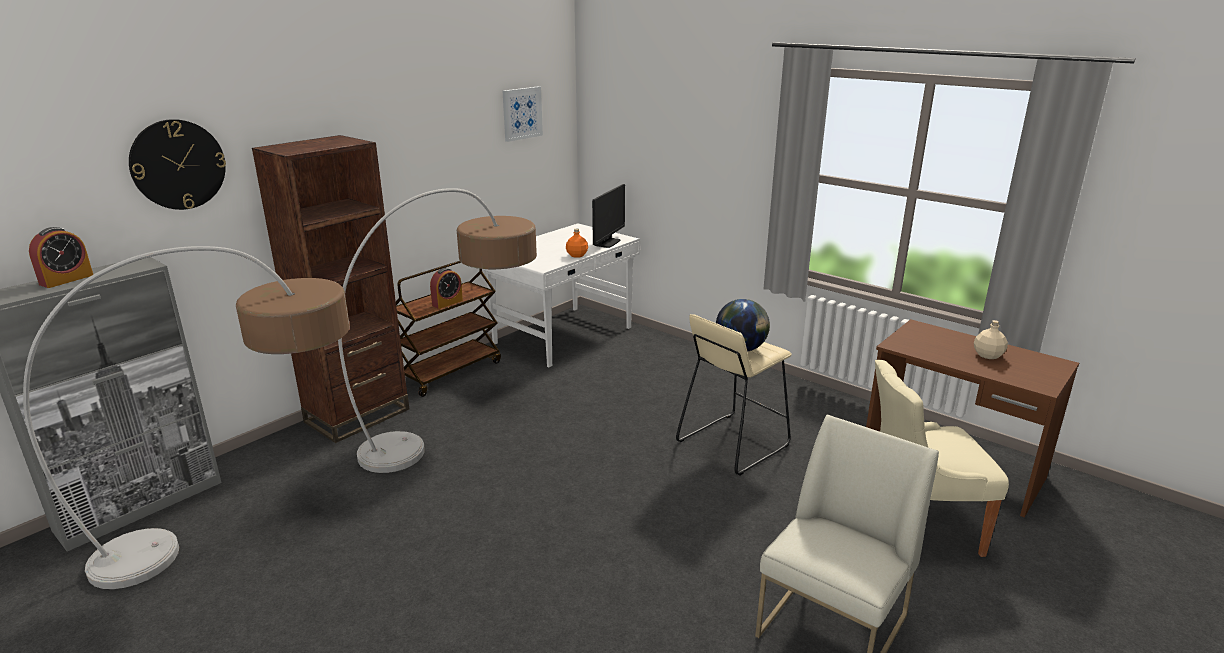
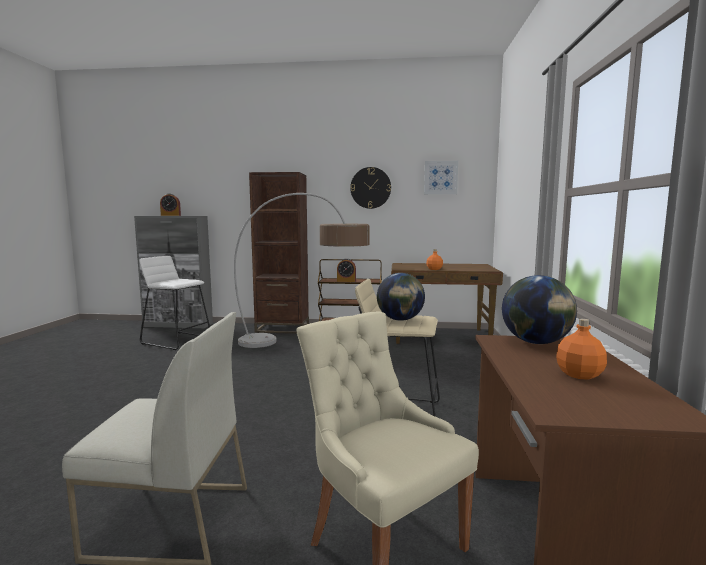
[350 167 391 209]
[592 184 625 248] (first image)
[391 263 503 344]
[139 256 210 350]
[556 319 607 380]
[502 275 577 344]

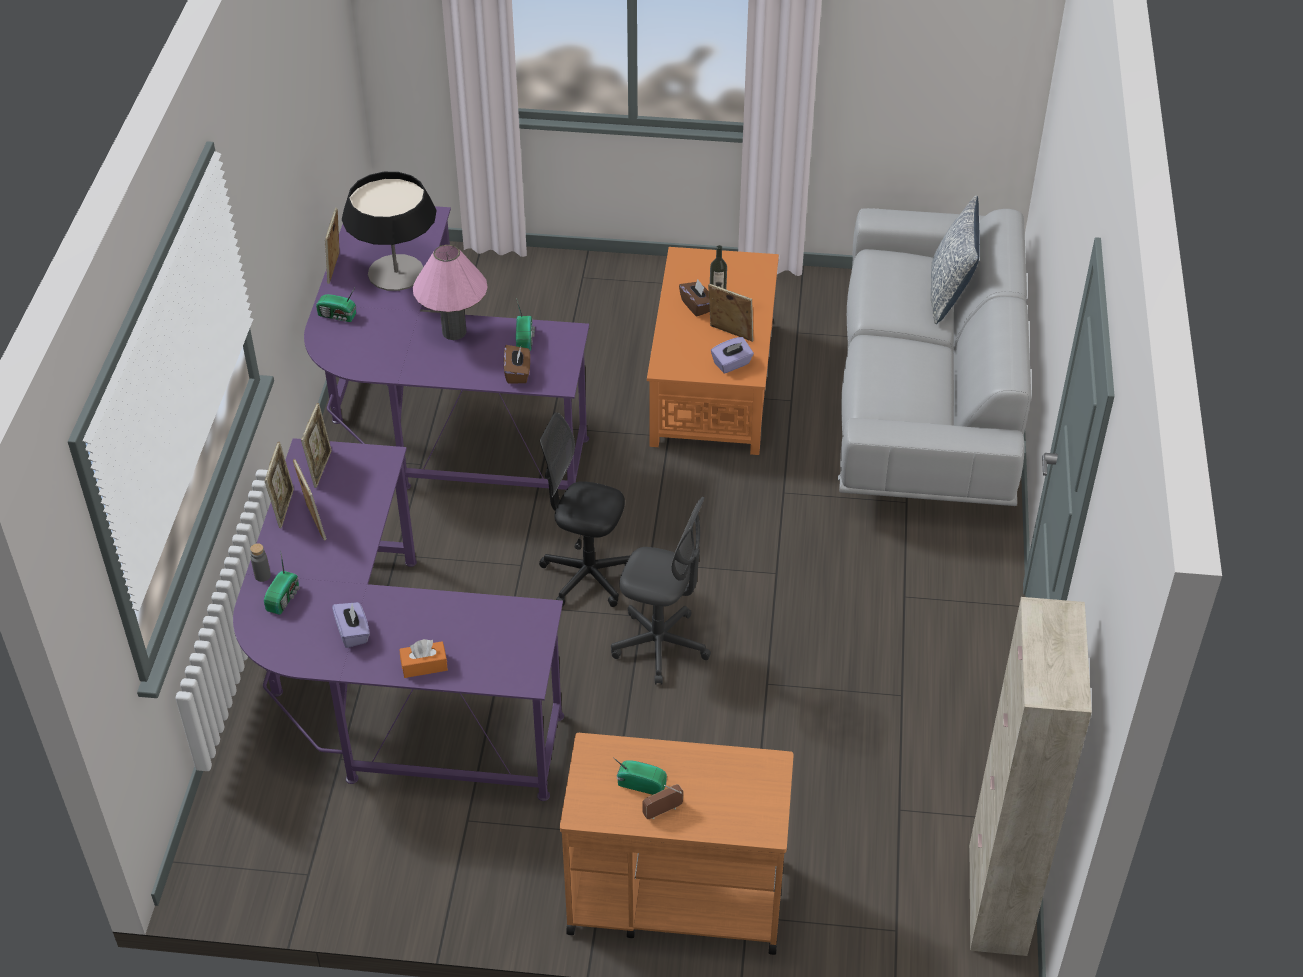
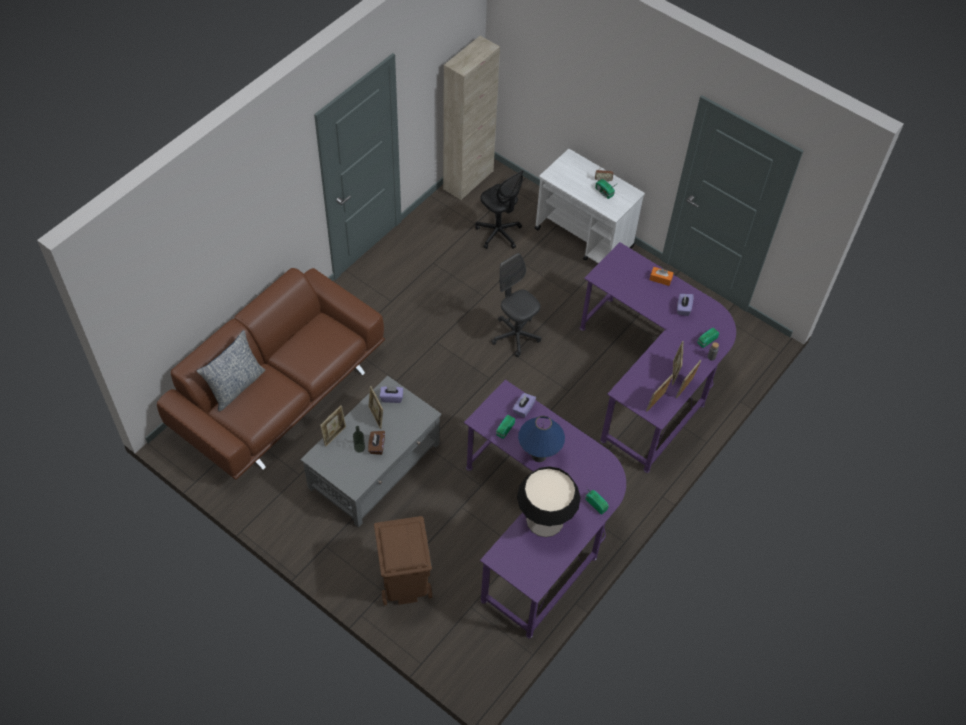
[320 405 346 447]
[157 268 385 480]
[518 416 565 462]
[300 376 442 527]
[513 393 536 418]
[475 170 524 249]
[535 149 645 264]
[374 516 432 606]

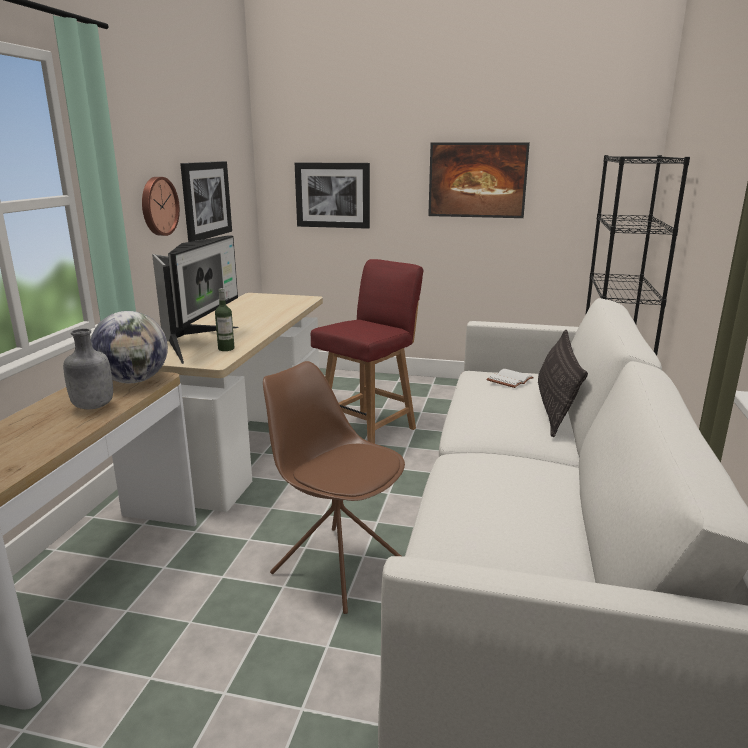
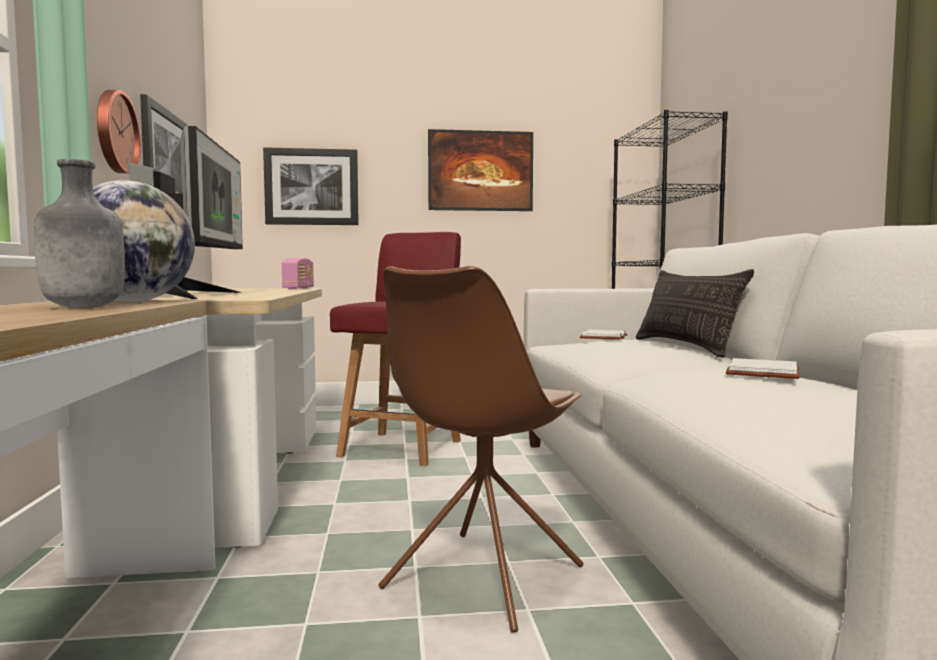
[215 288 235 351] (first image)
[379 266 584 633]
[282 258 314 289]
[726 358 800 379]

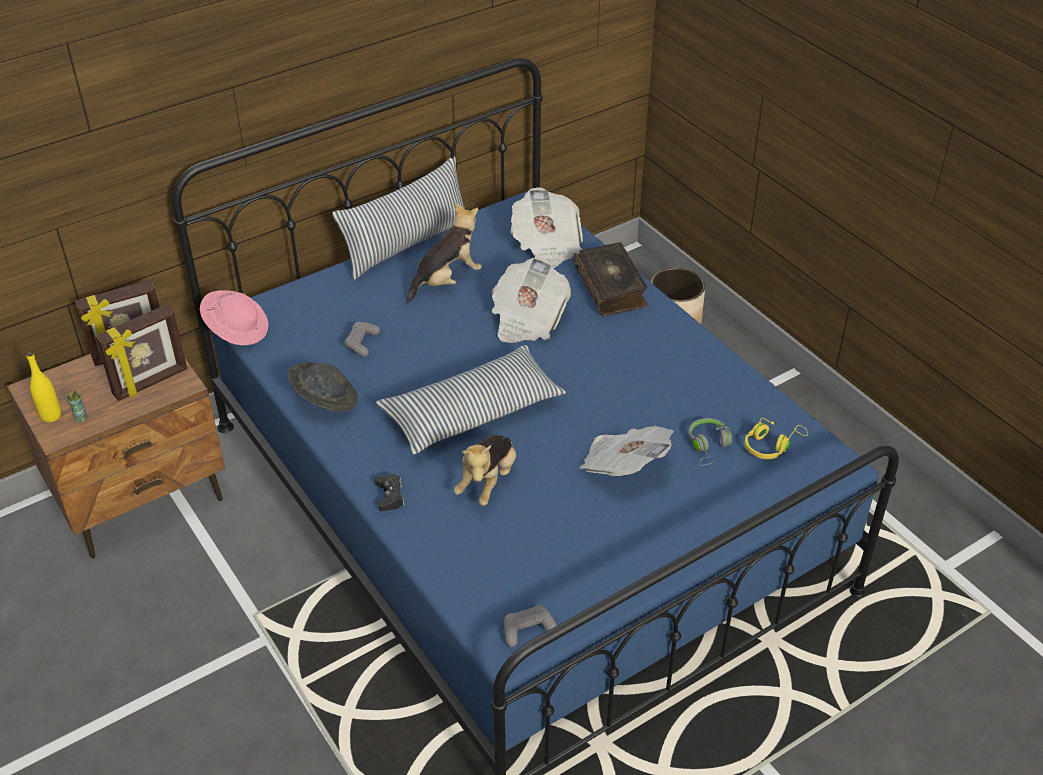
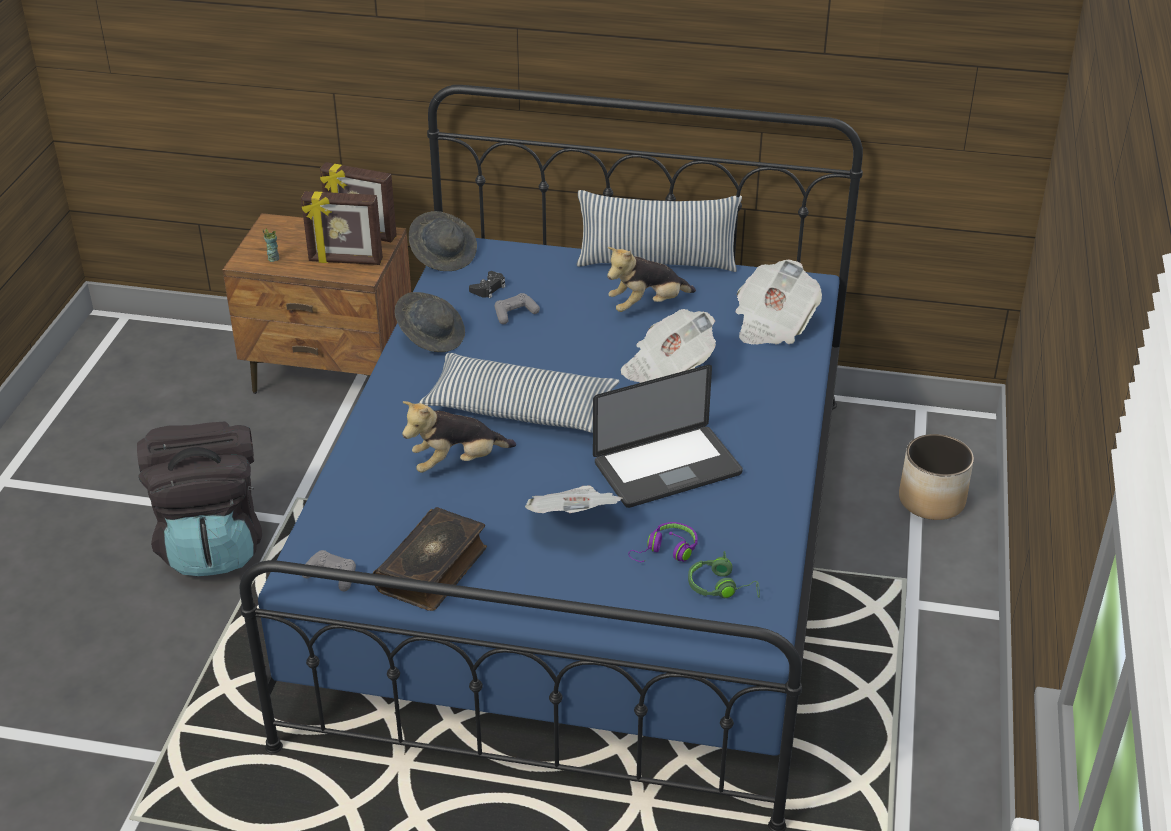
[607 247 696 312]
[373 507 487 611]
[409 211 477 271]
[27 352 61 422] (first image)
[628 522 698 562]
[688 551 760 598]
[469 271 506 298]
[593 365 743 508]
[137 422 262 576]

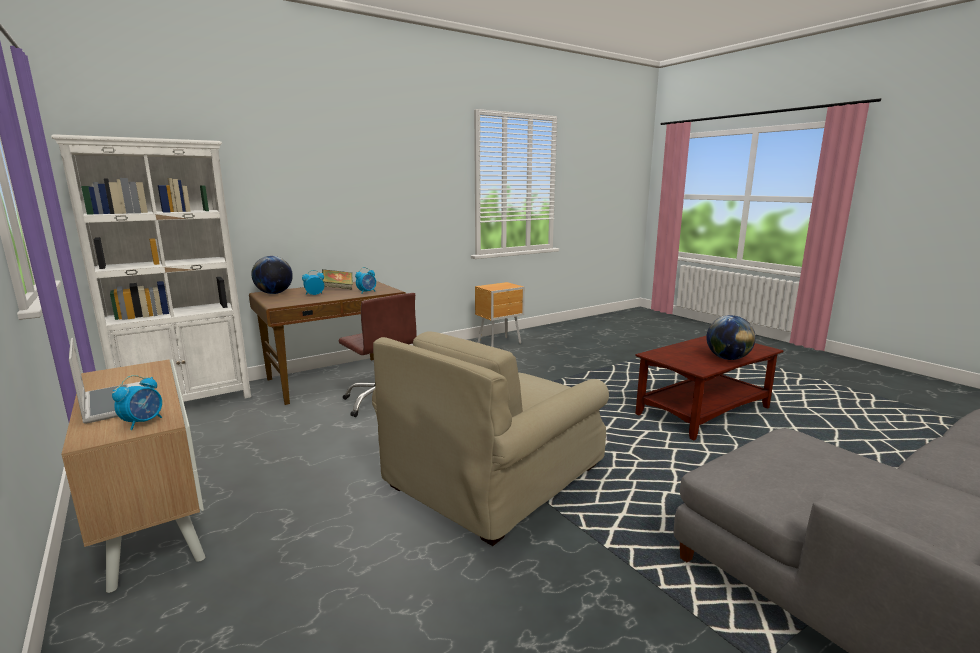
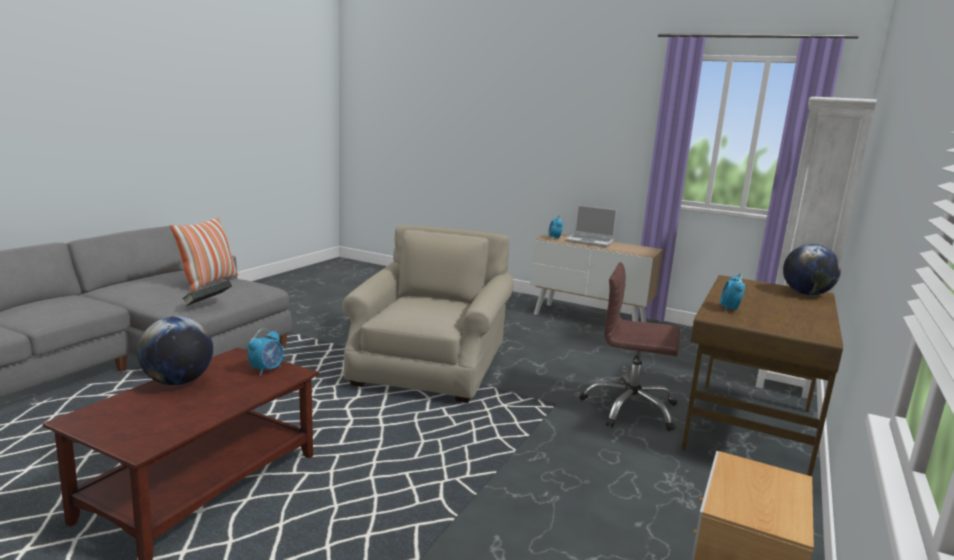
[182 280 232 306]
[248 329 283 376]
[170 217 238 292]

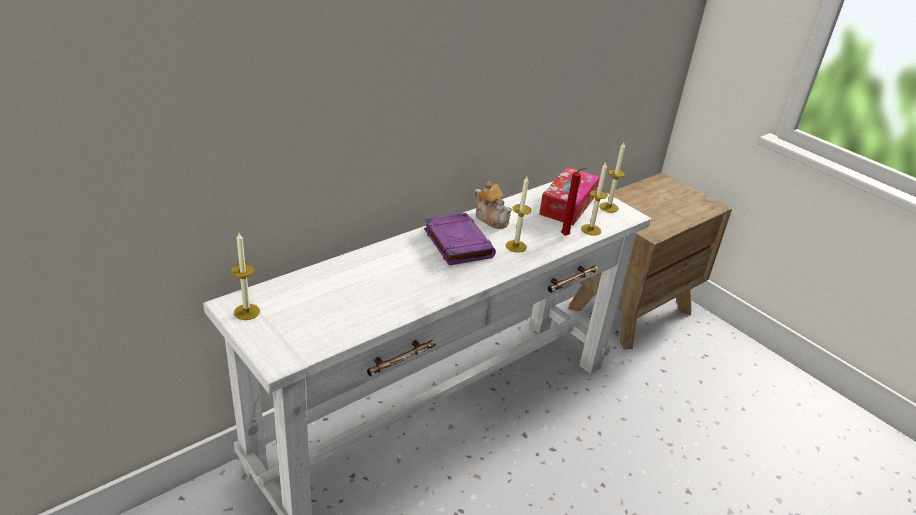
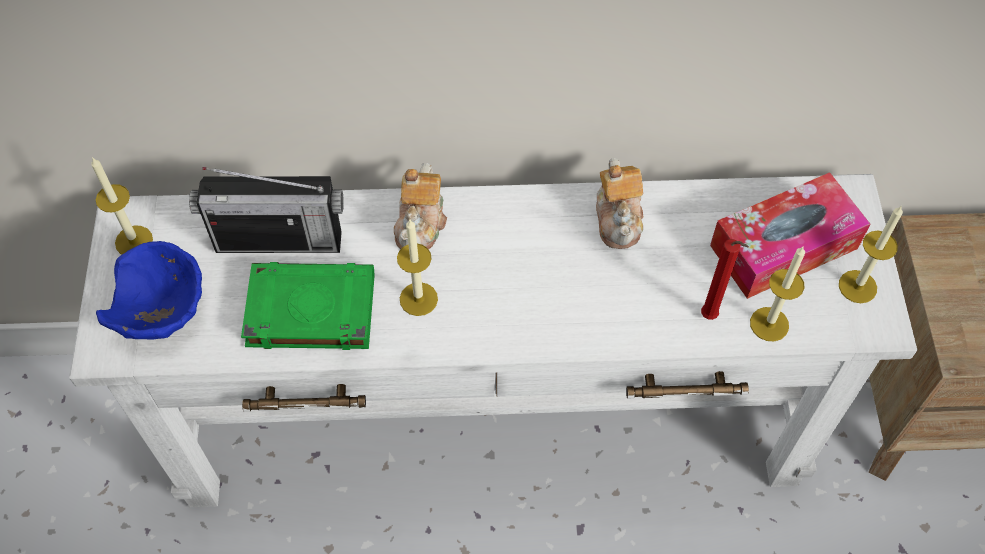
[397 220 438 316]
[424 213 496 266] (first image)
[394 163 447 249]
[189 167 344 253]
[96 241 202 340]
[241 262 374 350]

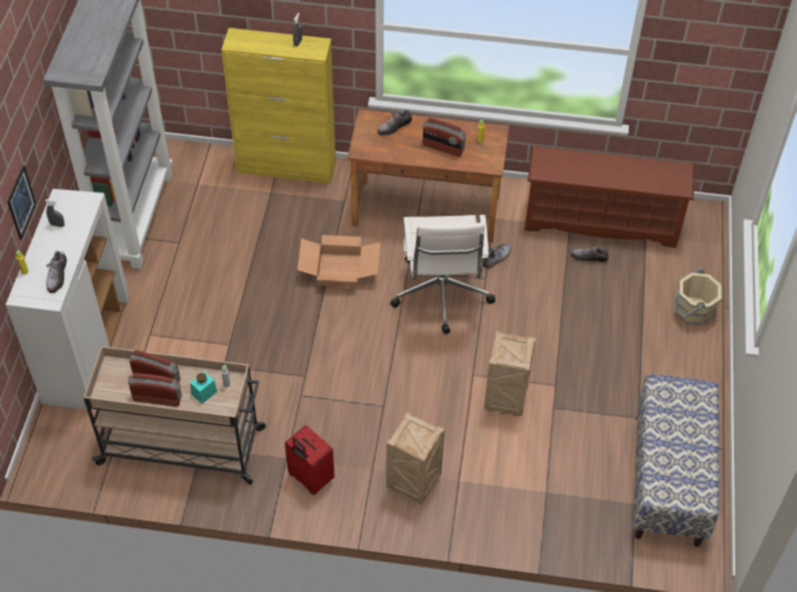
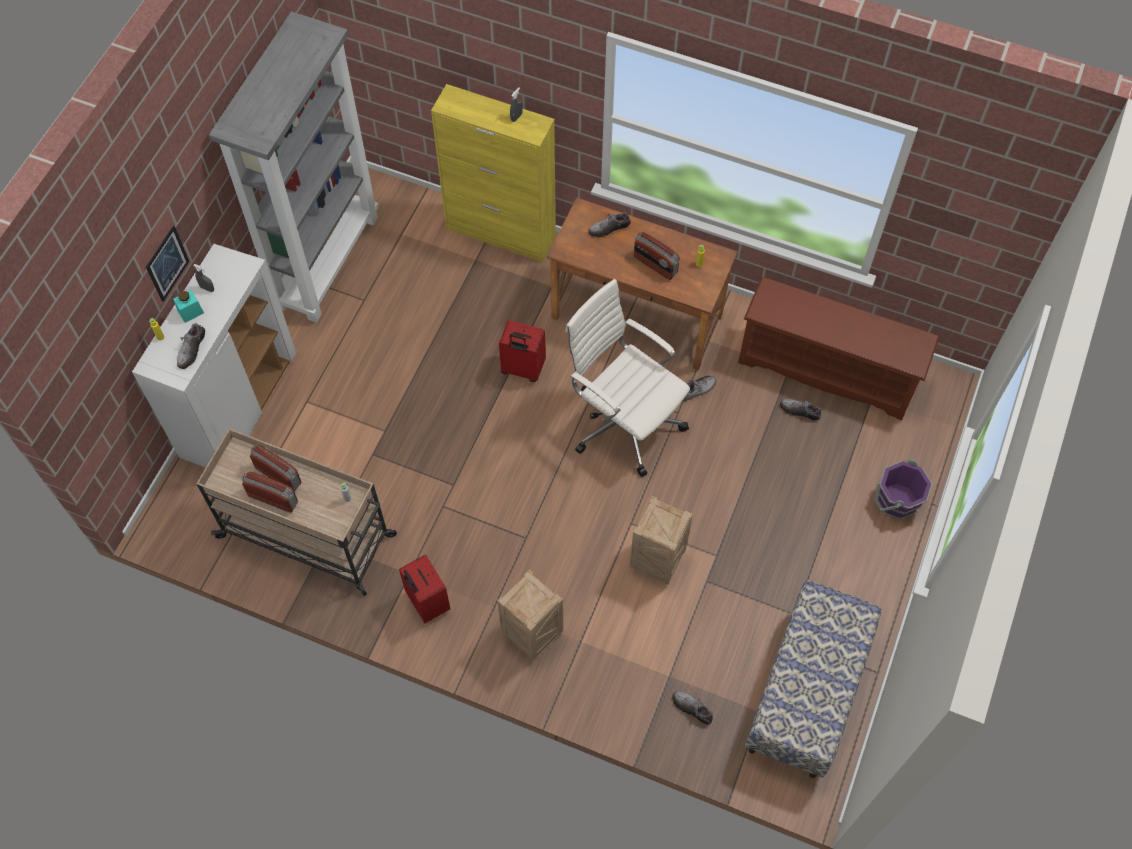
[565 279 690 477]
[499 320 546 382]
[874 459 932 520]
[173 290 204 323]
[672 691 713 725]

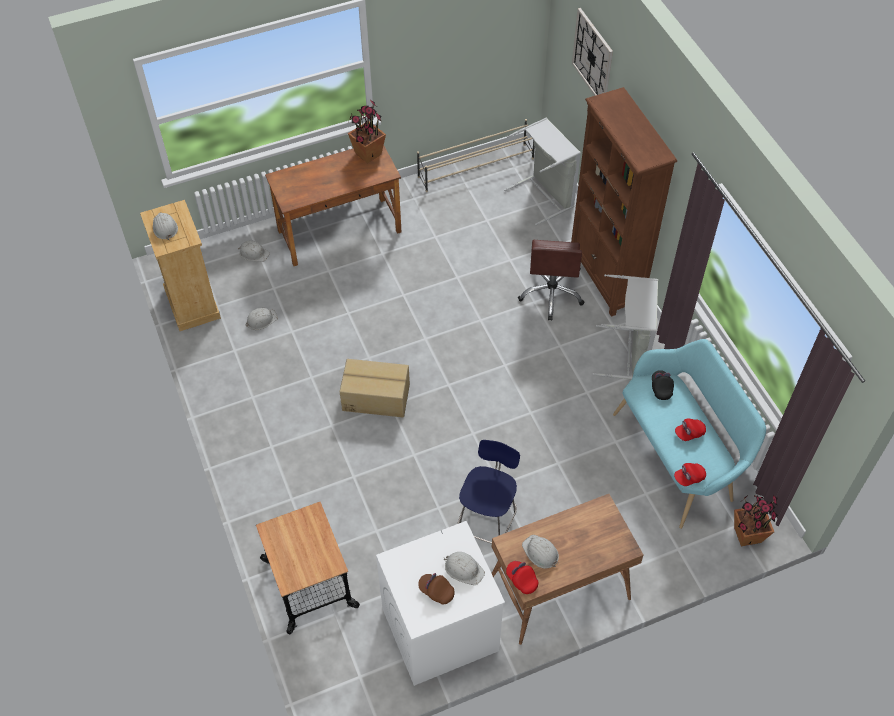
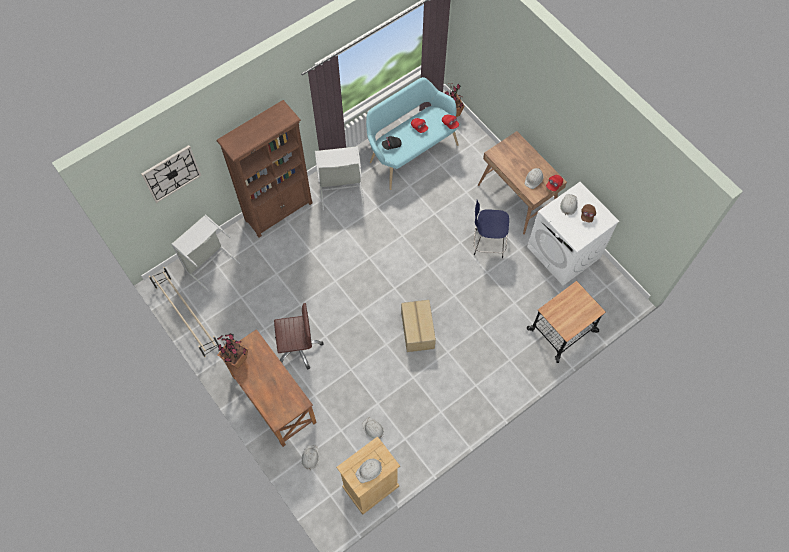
[274 303 323 370]

